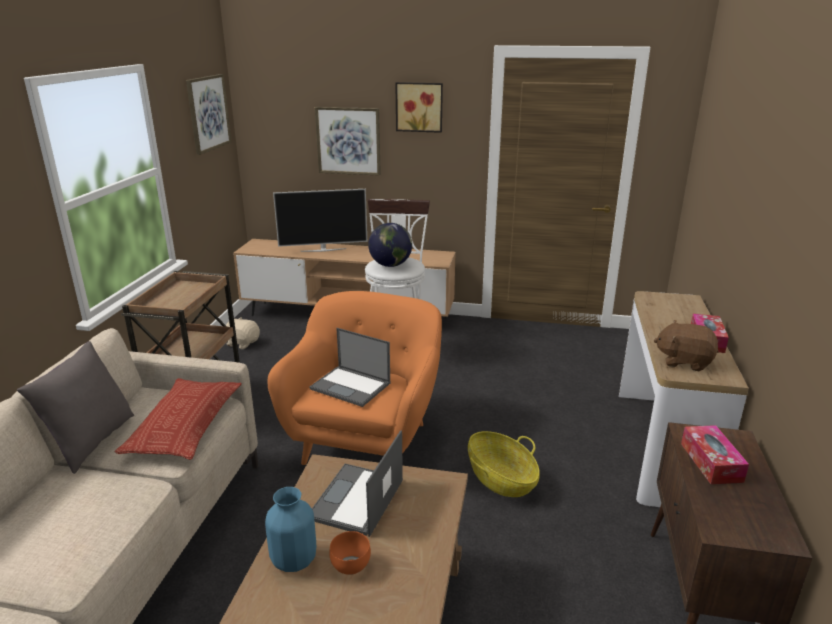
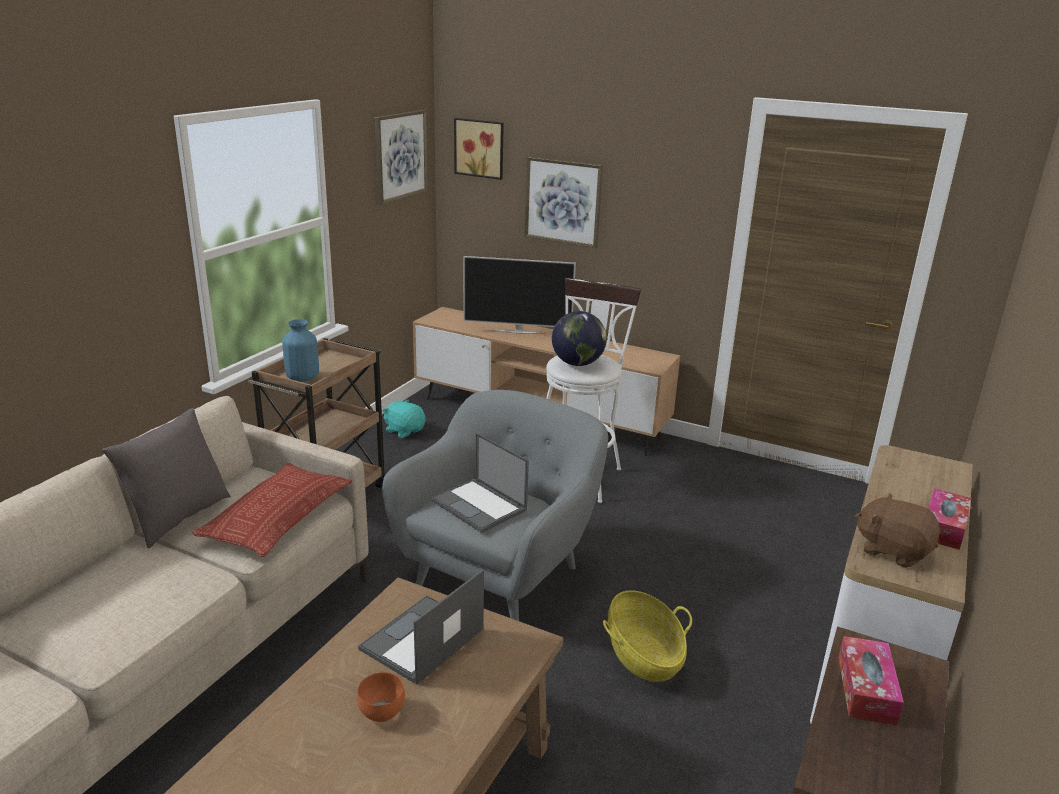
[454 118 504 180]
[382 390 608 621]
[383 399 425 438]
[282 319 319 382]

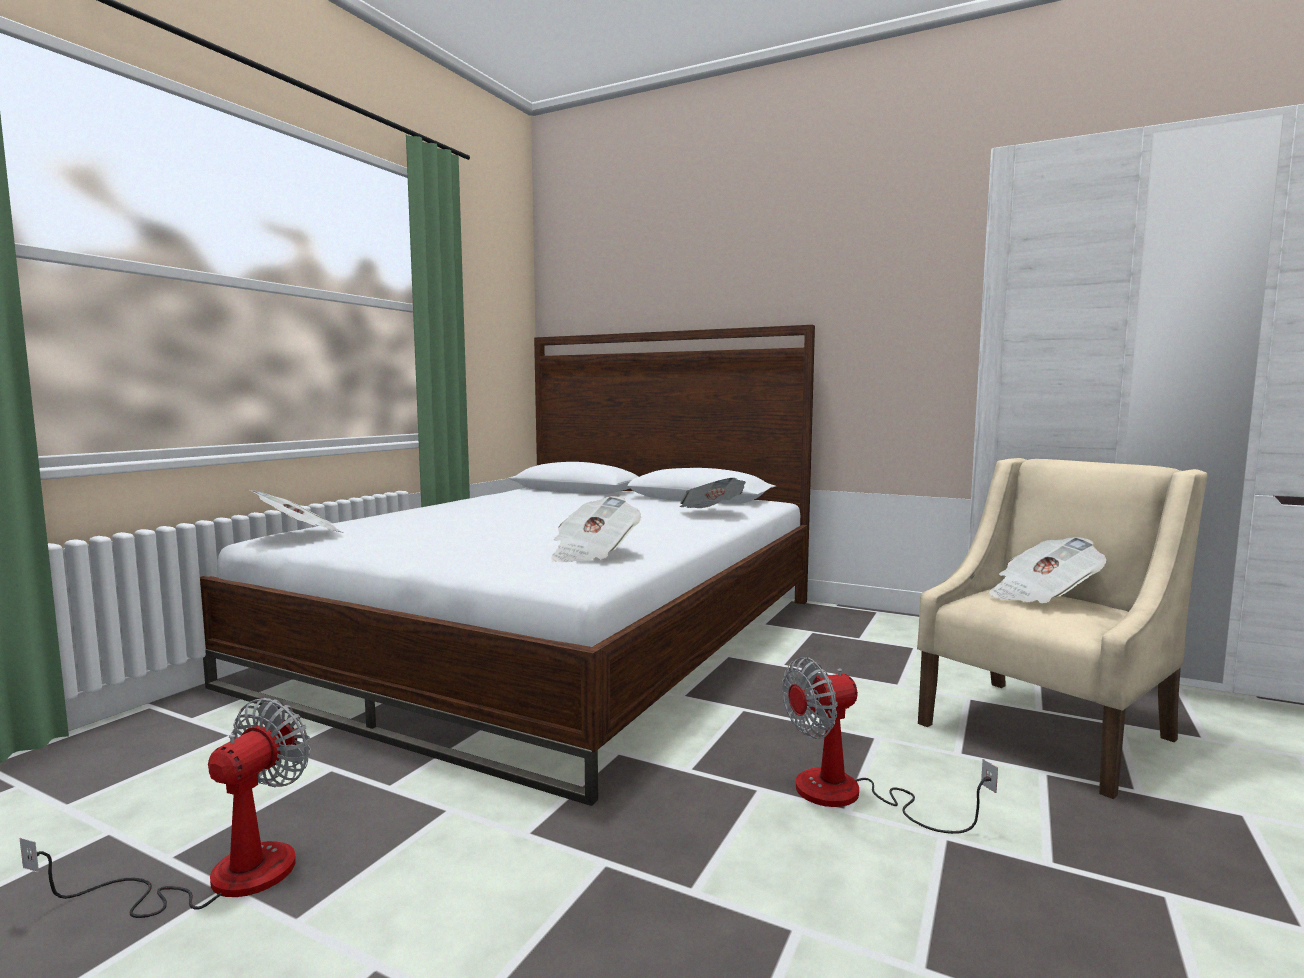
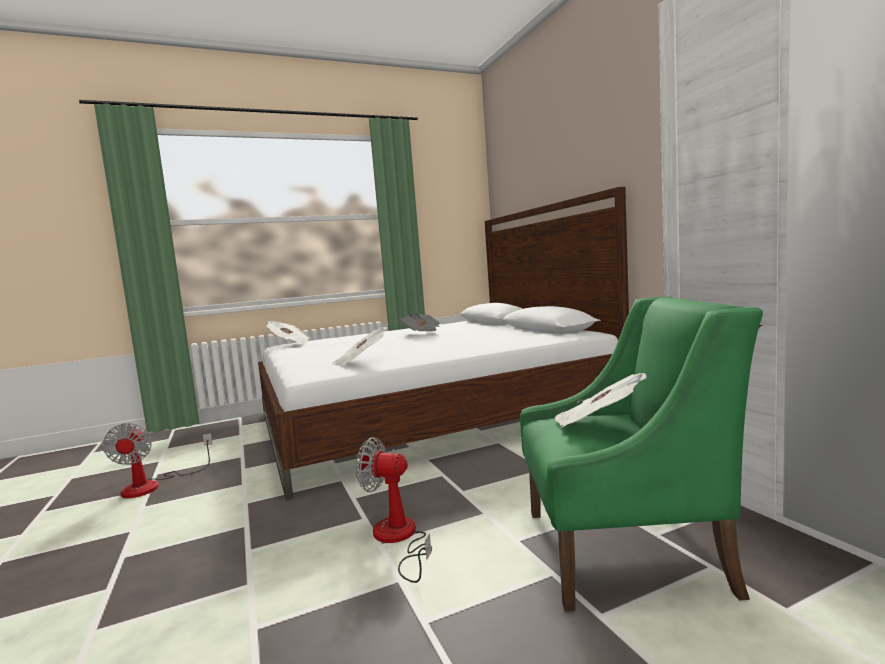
[520 296 763 612]
[400 313 440 332]
[102 423 213 498]

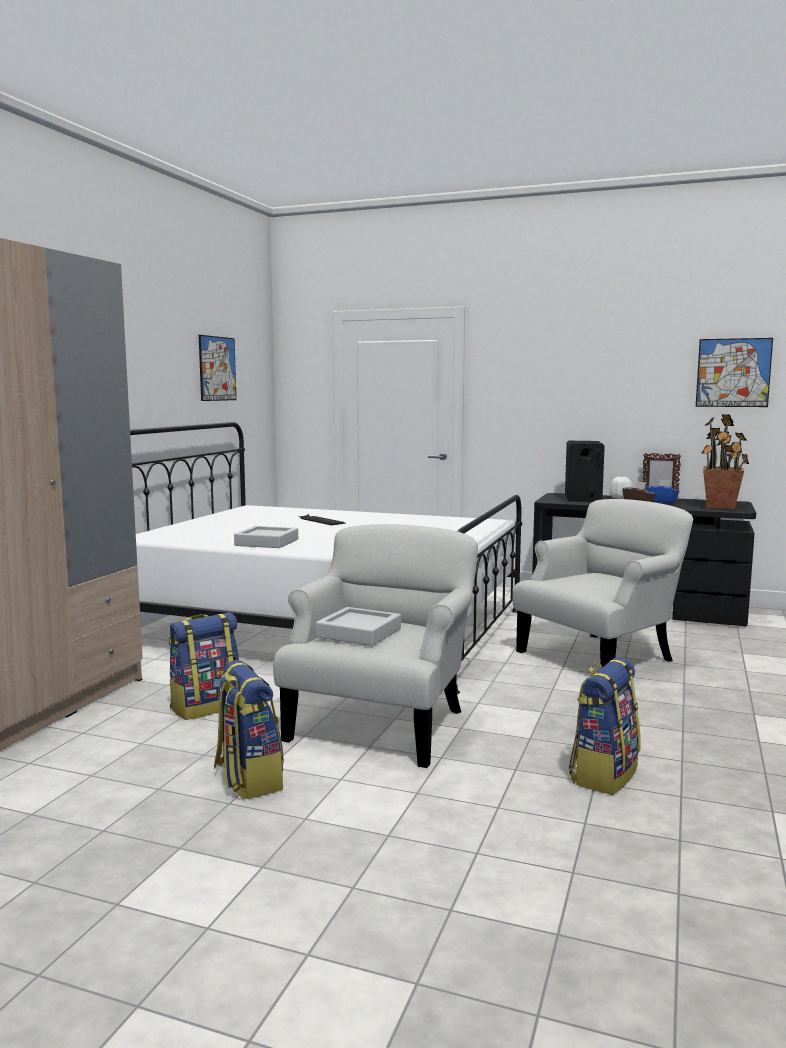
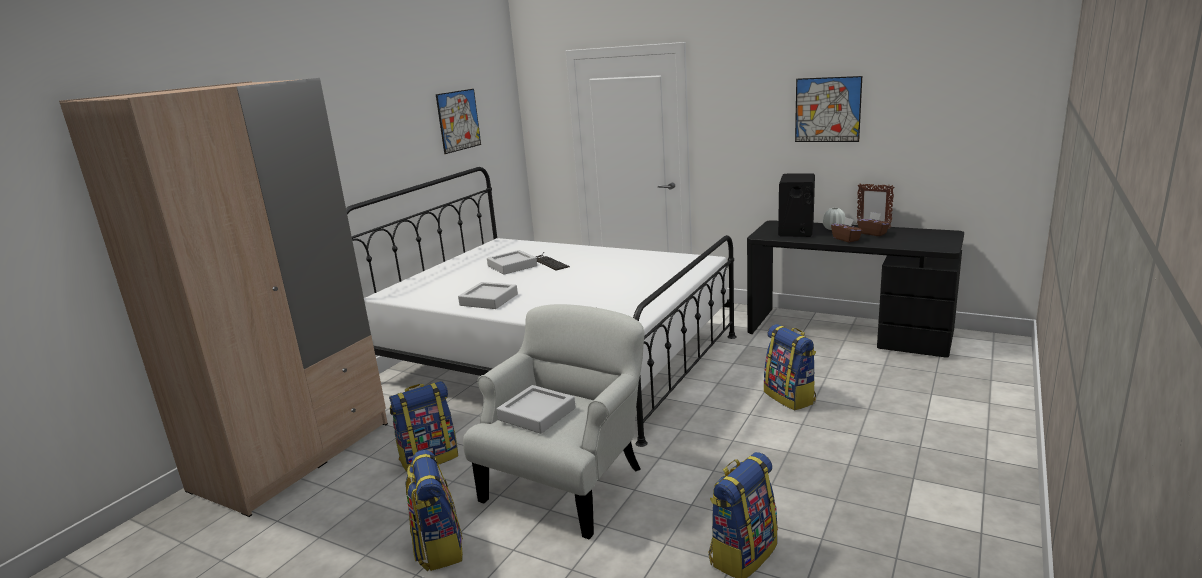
[795 76 862 142]
[701 414 749 509] (first image)
[857 212 890 236]
[764 324 816 410]
[487 250 537 275]

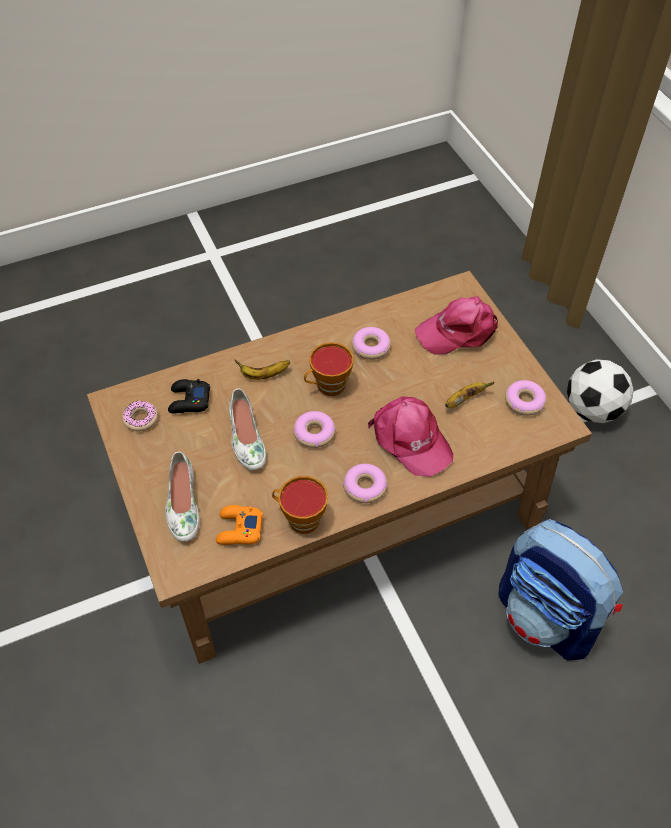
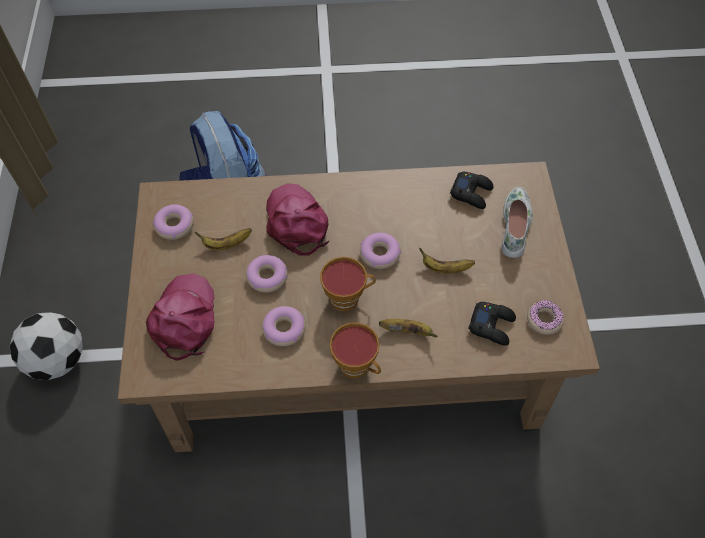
[146 273 214 361]
[419 248 475 274]
[246 255 288 293]
[330 323 381 378]
[450 172 493 209]

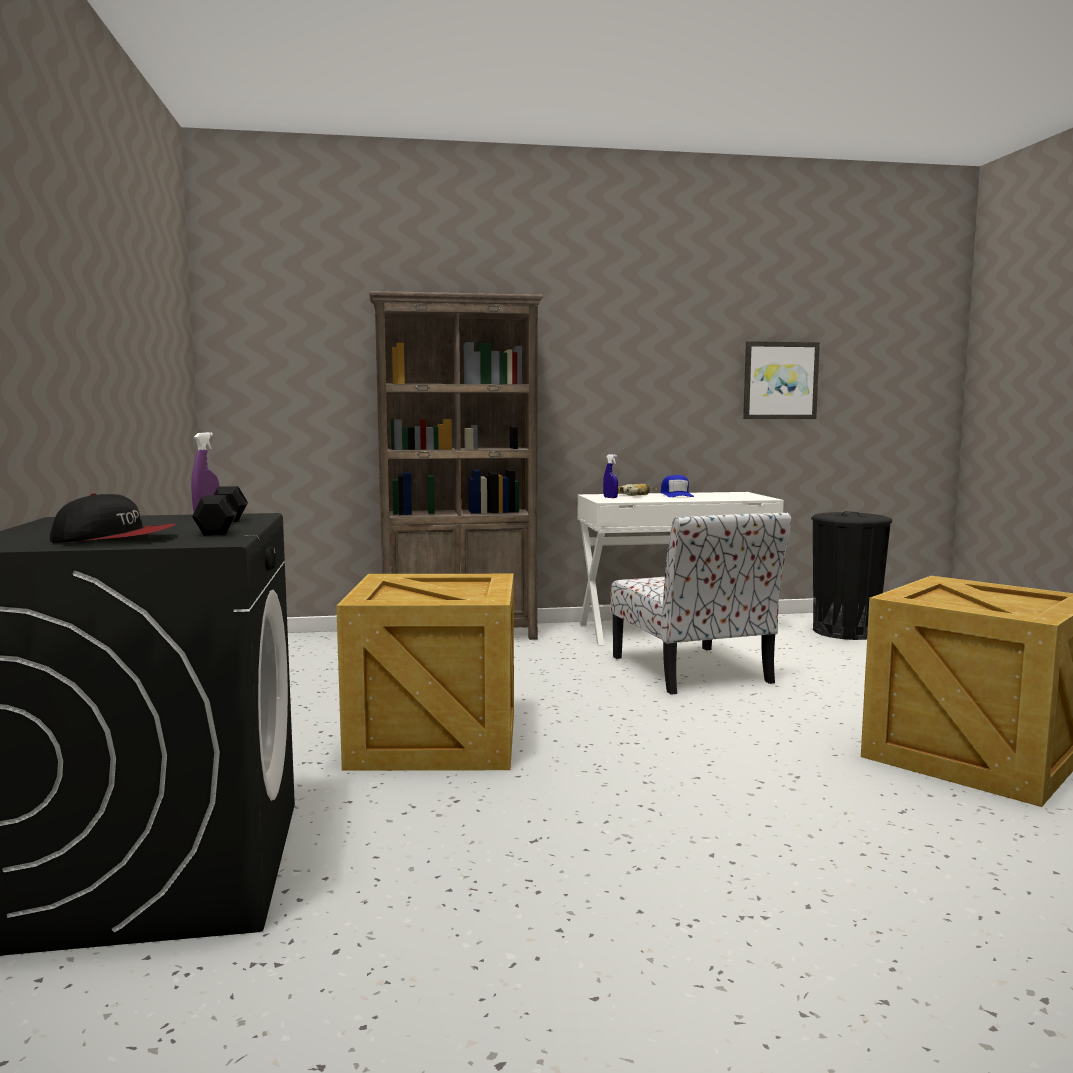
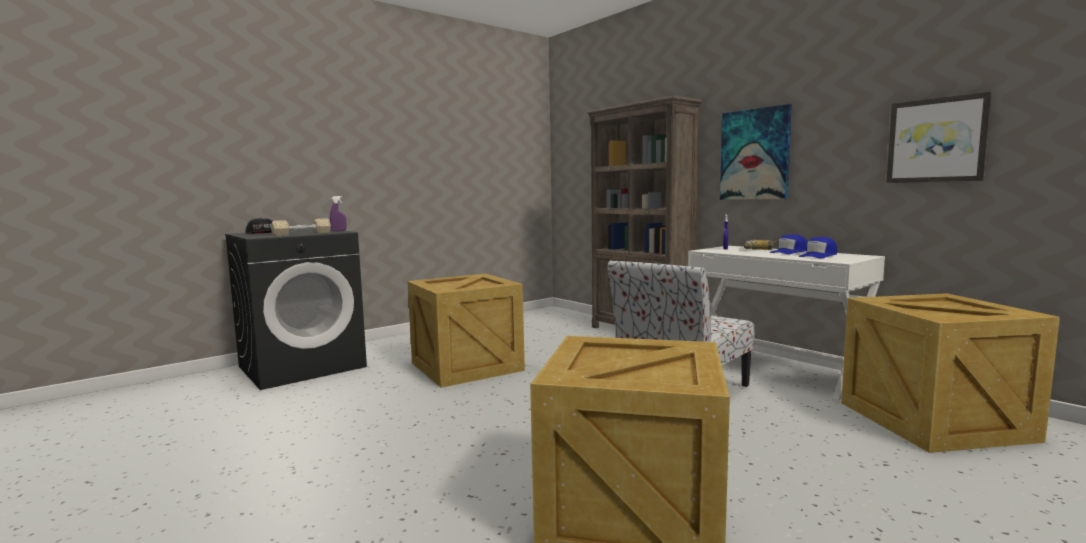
[271 219 331 236]
[841 293 1060 453]
[720 104 792 200]
[799 237 837 258]

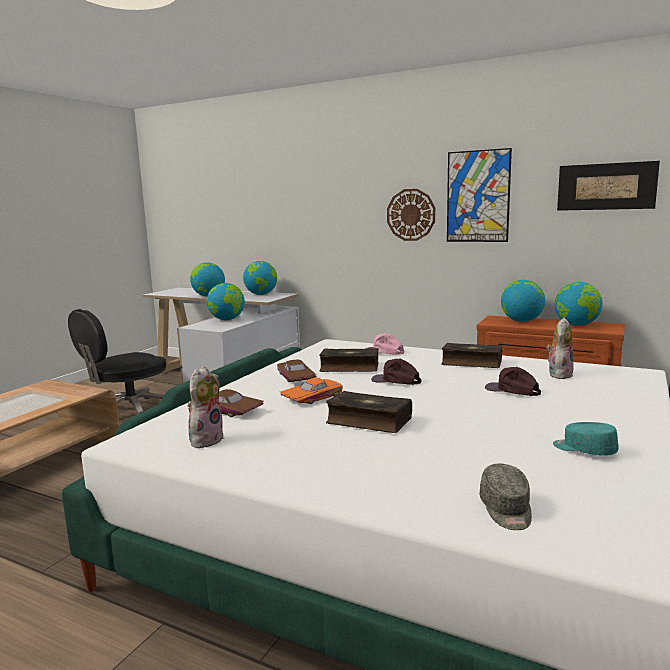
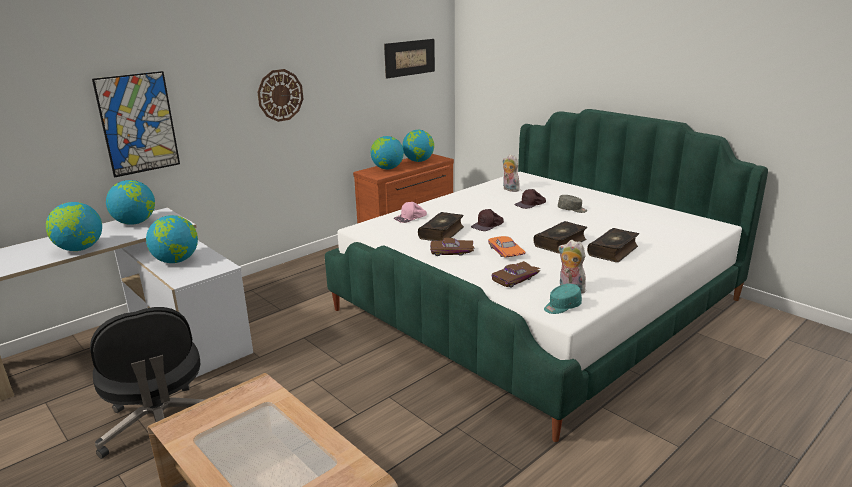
[92 71 180 178]
[587 228 639 262]
[544 284 582 314]
[558 195 587 213]

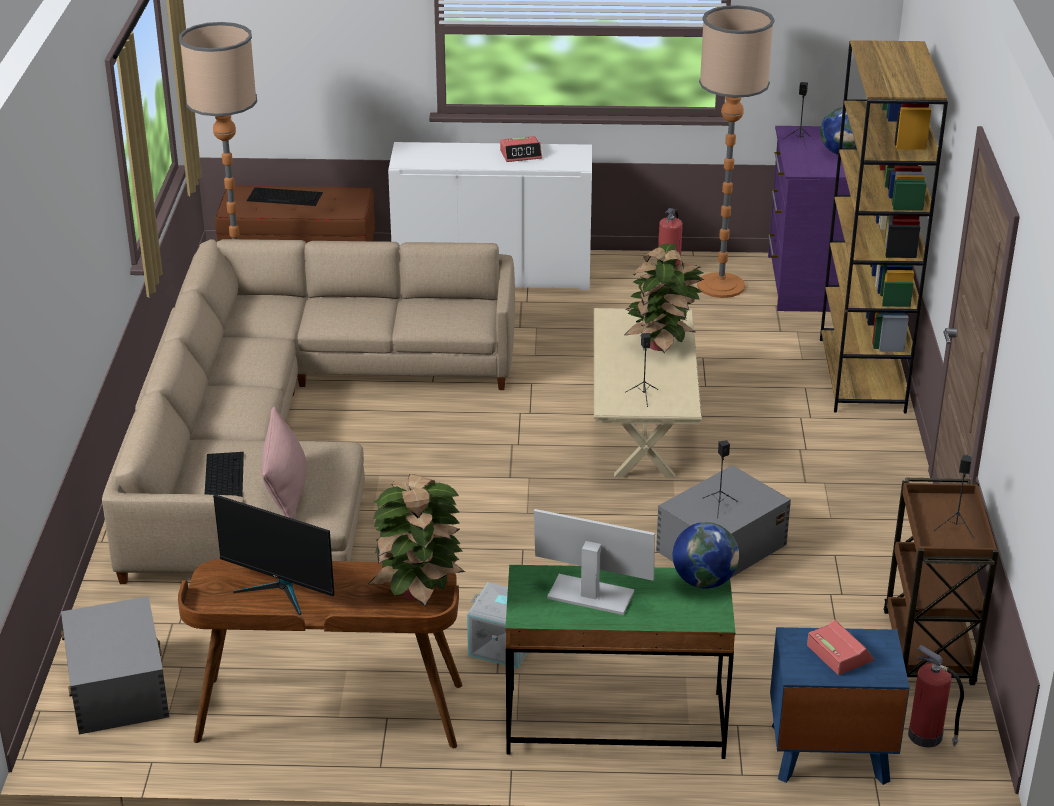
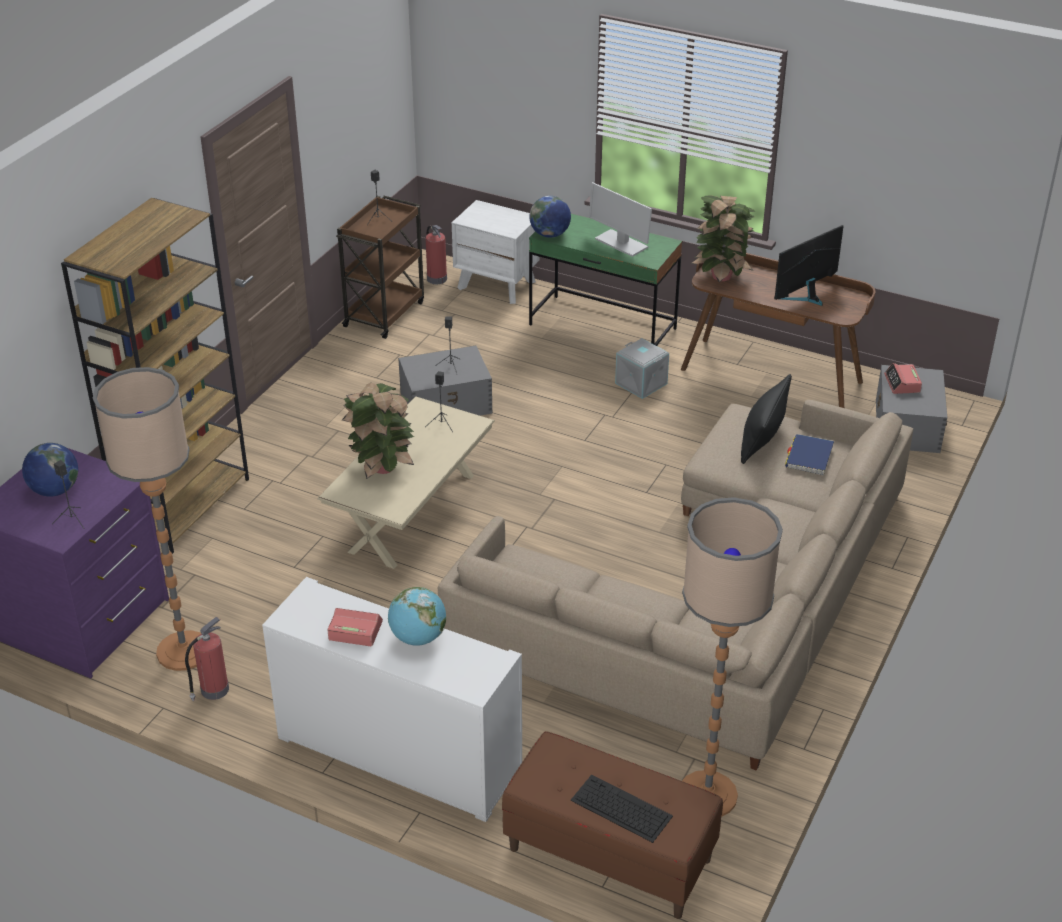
[741 374 792 464]
[785 434 834 476]
[774 225 843 306]
[884 363 922 394]
[452 200 539 304]
[388 587 446 646]

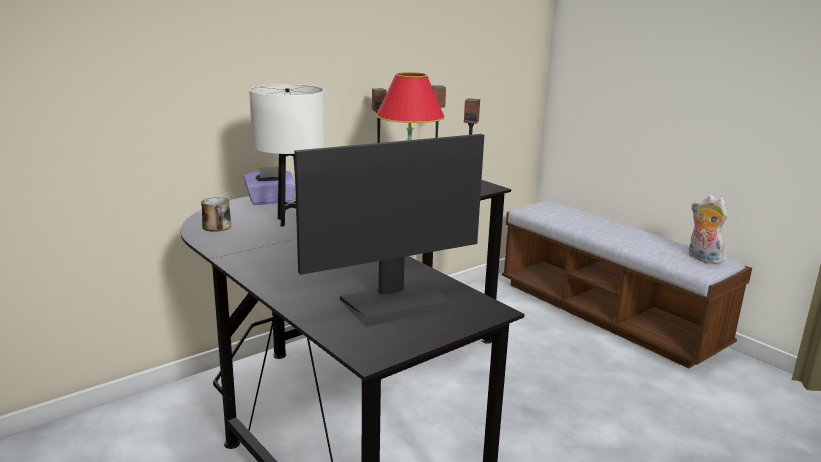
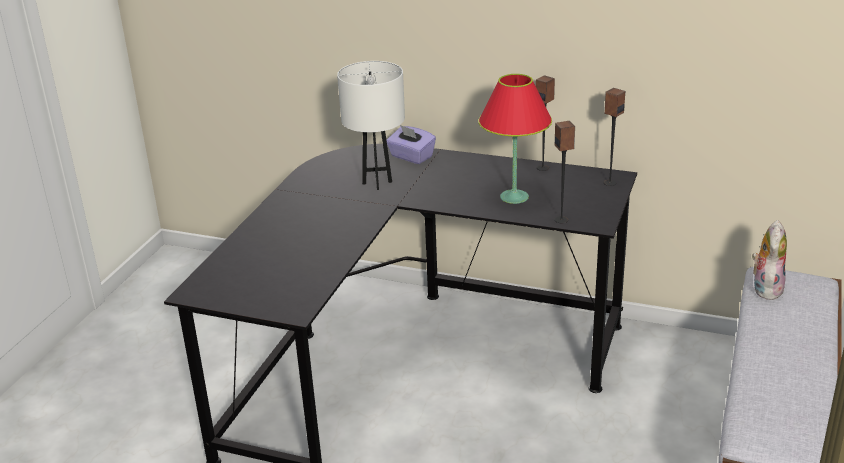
[294 134 484 327] (first image)
[752 220 787 300]
[201 197 232 232] (first image)

